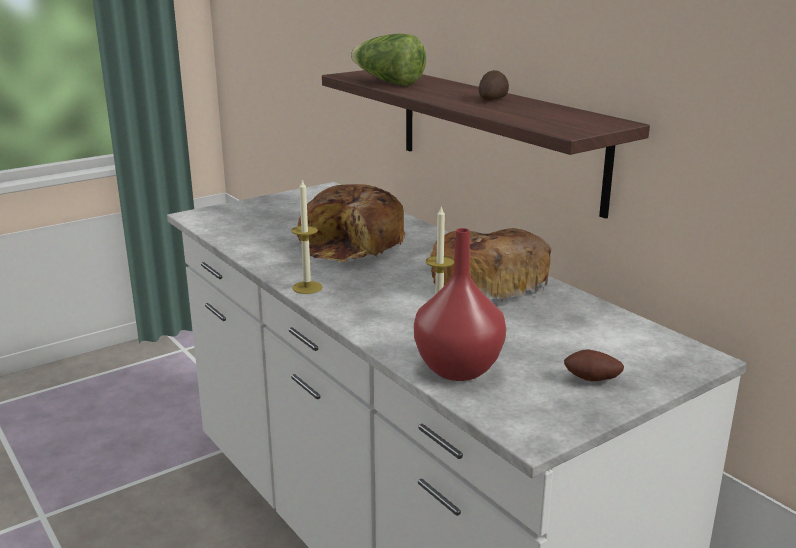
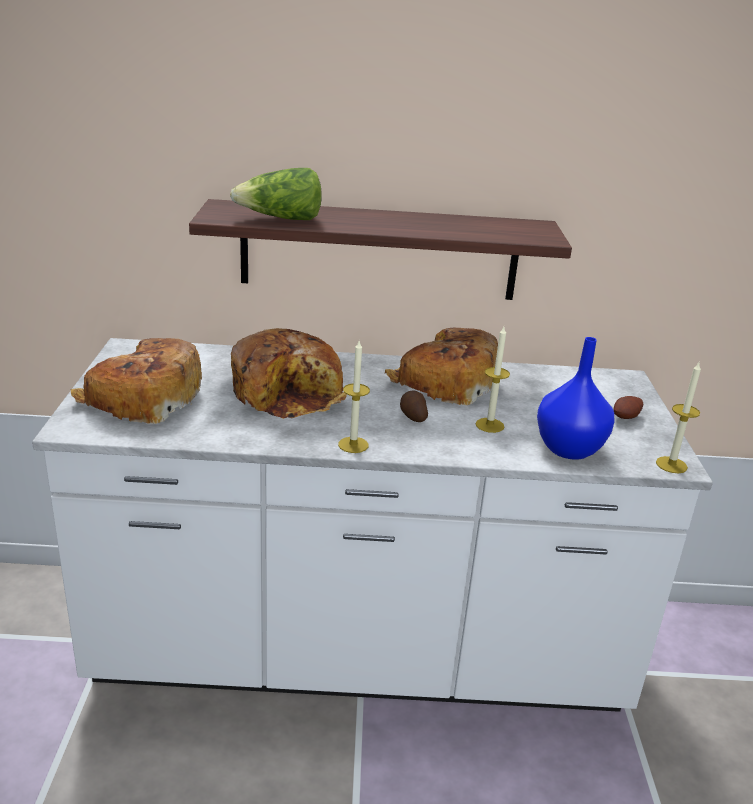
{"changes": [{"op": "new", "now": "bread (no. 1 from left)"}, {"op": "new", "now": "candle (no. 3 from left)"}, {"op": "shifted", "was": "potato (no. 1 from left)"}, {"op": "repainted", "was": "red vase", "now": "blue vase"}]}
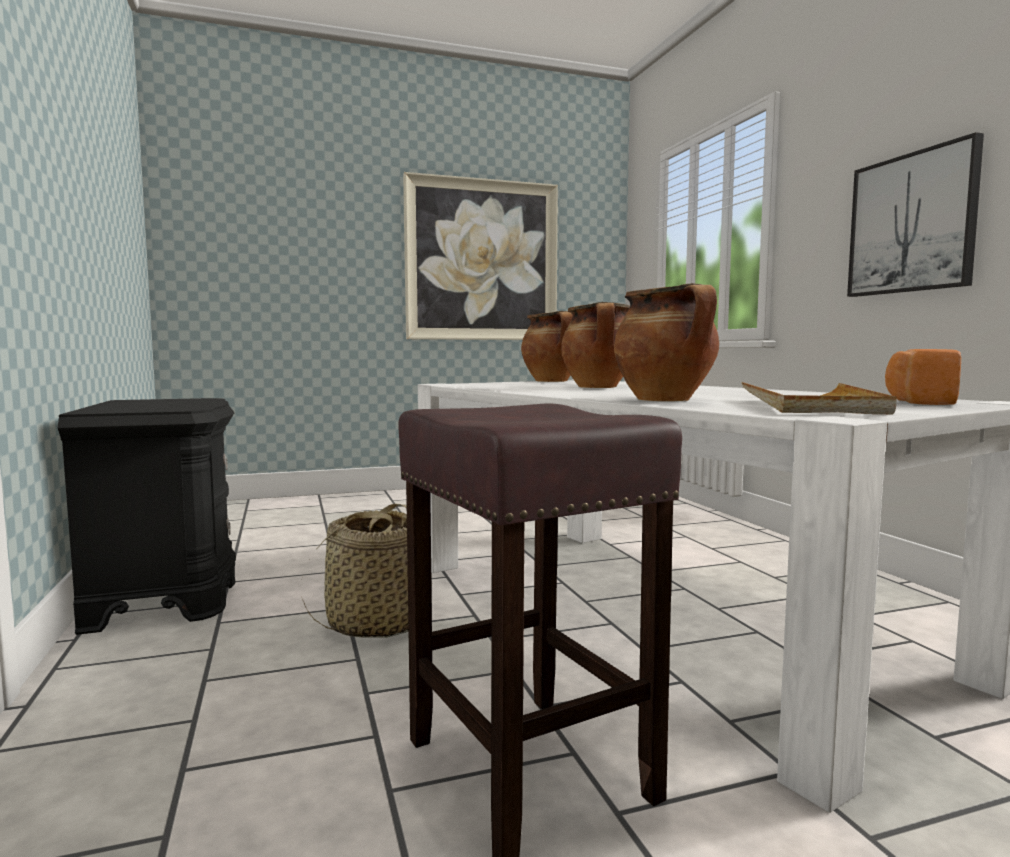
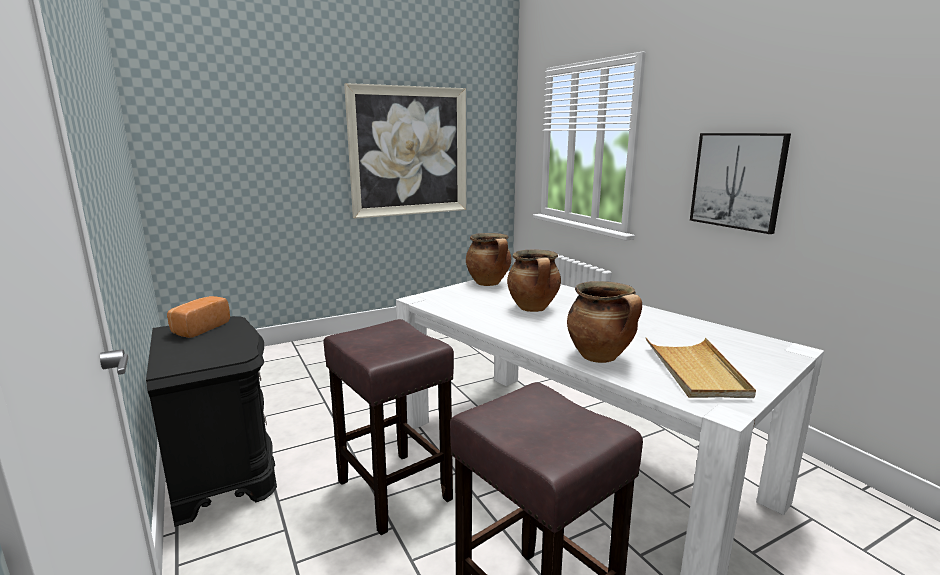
{"changes": [{"op": "shifted", "was": "bread"}, {"op": "swapped", "was": "basket", "now": "brown stool (no. 1 from left)"}]}
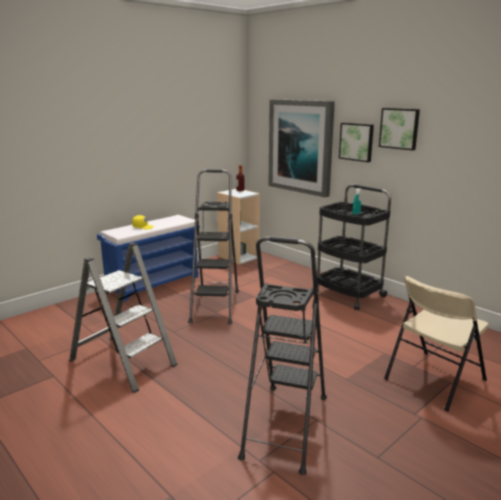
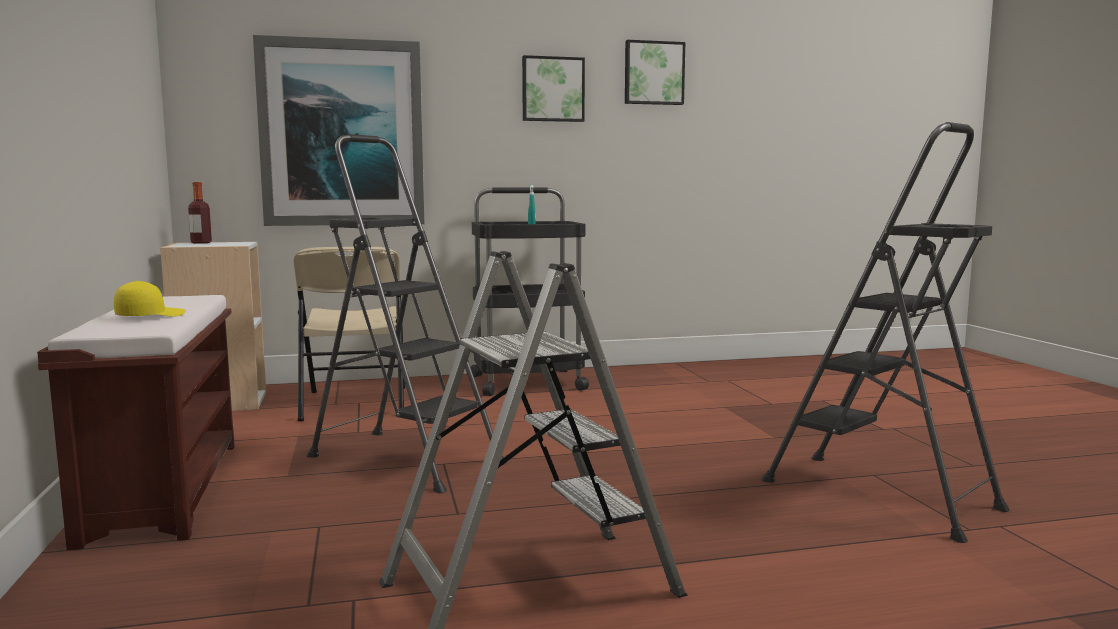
{"changes": [{"op": "shifted", "was": "picture (no. 2 from left in the first image)", "now": "picture (no. 3 from left)"}, {"op": "shifted", "was": "beige chair"}, {"op": "repainted", "was": "blue bench", "now": "brown bench"}]}
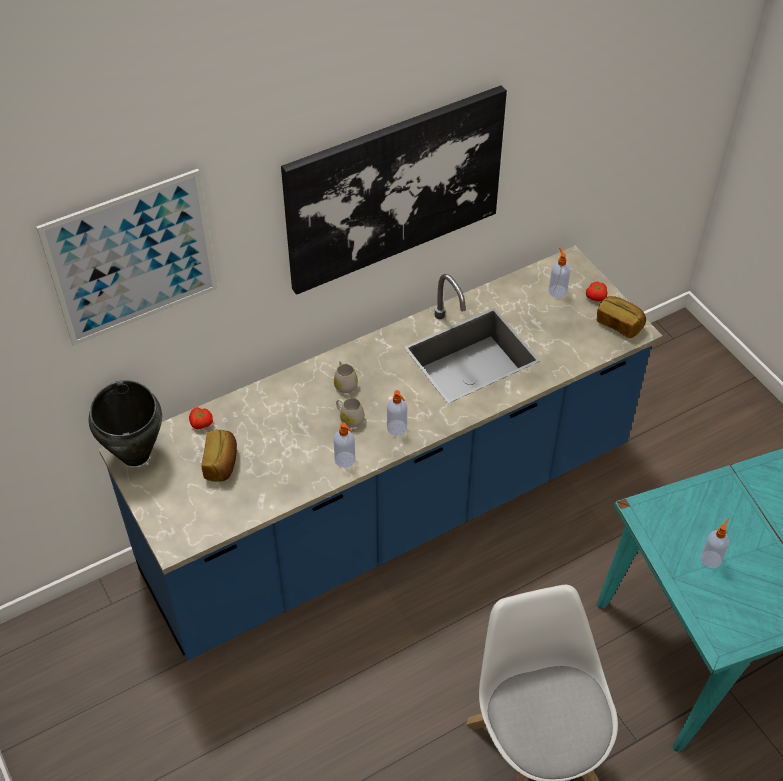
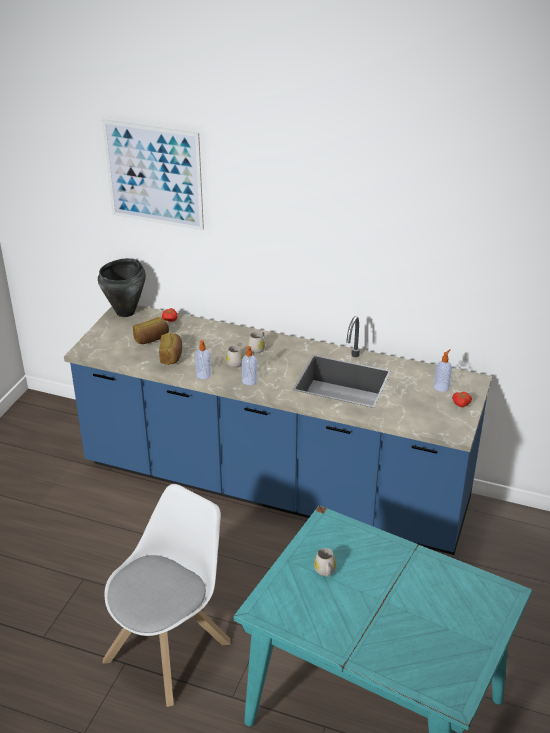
{"changes": [{"op": "gone", "was": "picture (no. 2 from left)"}, {"op": "shifted", "was": "bread (no. 2 from left)"}, {"op": "swapped", "was": "soap dispenser (no. 4 from left)", "now": "white mug (no. 3 from left)"}]}
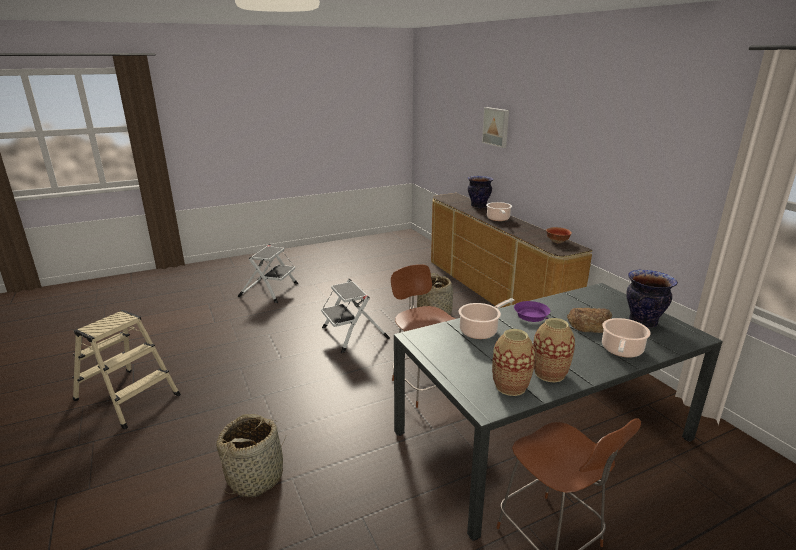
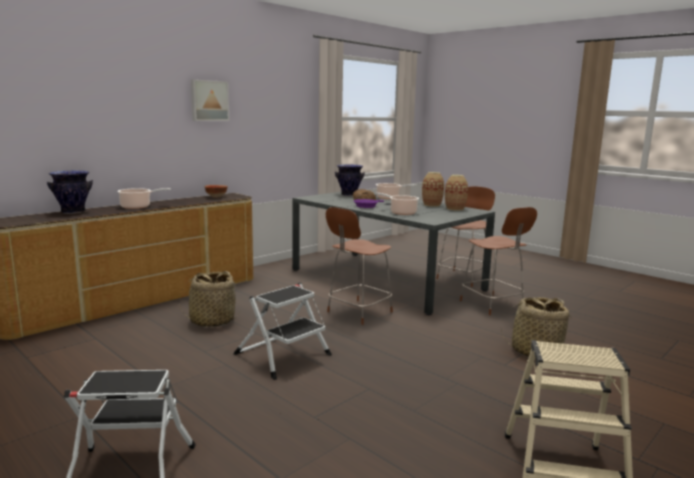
{"changes": [{"op": "new", "now": "brown chair (no. 3 from left)"}, {"op": "shifted", "was": "picture"}]}
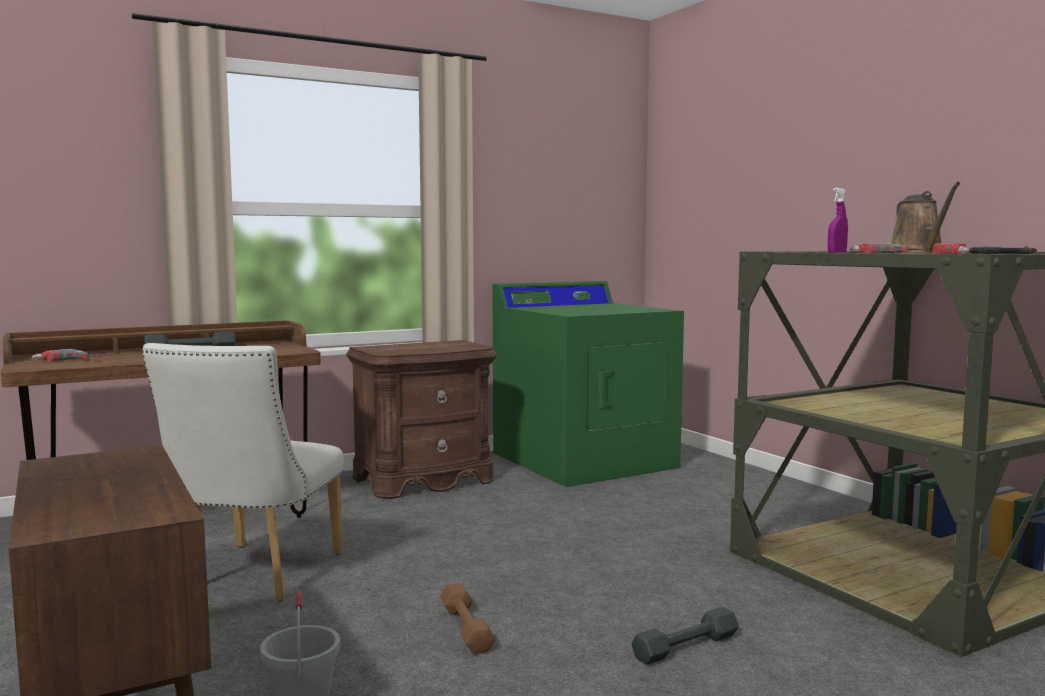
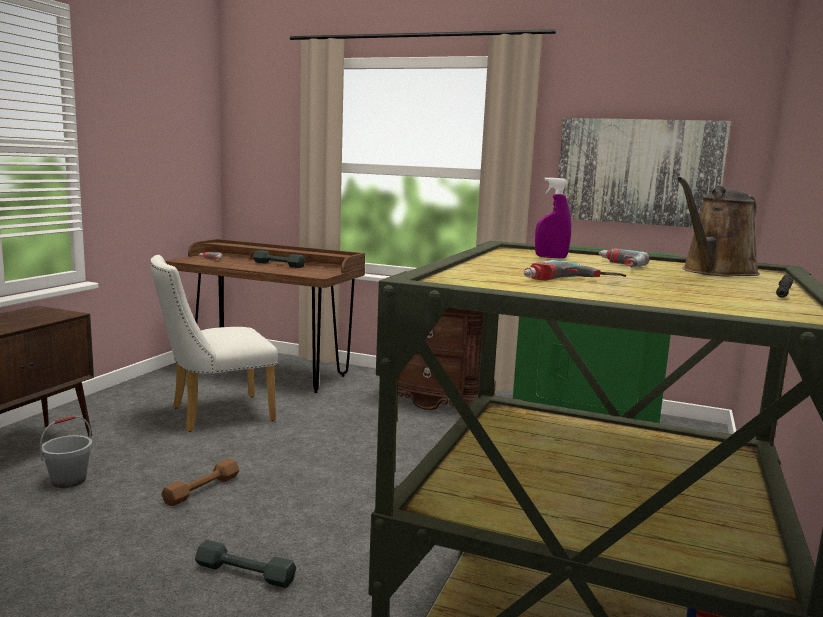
{"changes": [{"op": "new", "now": "picture"}]}
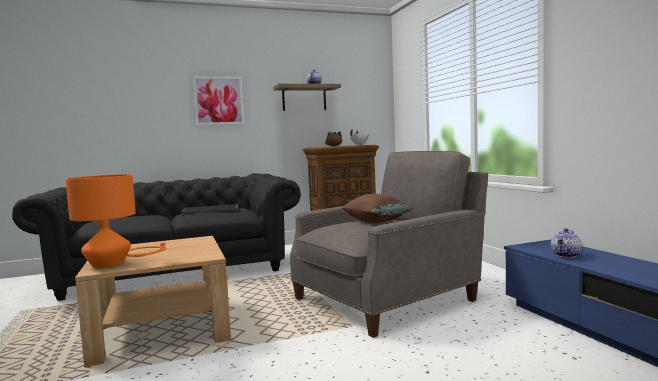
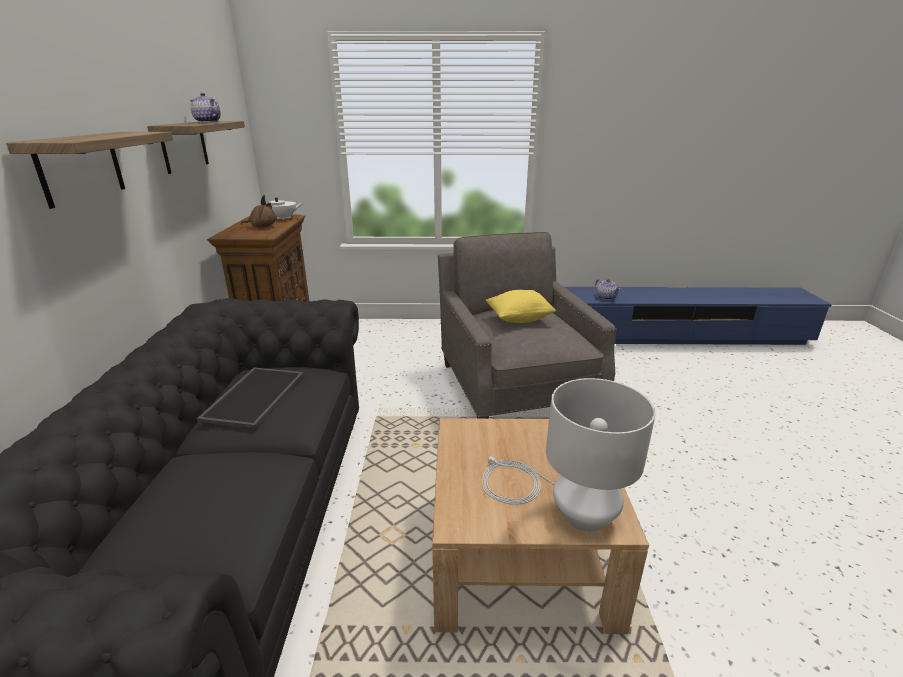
{"changes": [{"op": "swapped", "was": "picture", "now": "shelf (no. 1 from left)"}, {"op": "repainted", "was": "orange table lamp", "now": "white table lamp"}, {"op": "repainted", "was": "brown pillow", "now": "yellow pillow"}]}
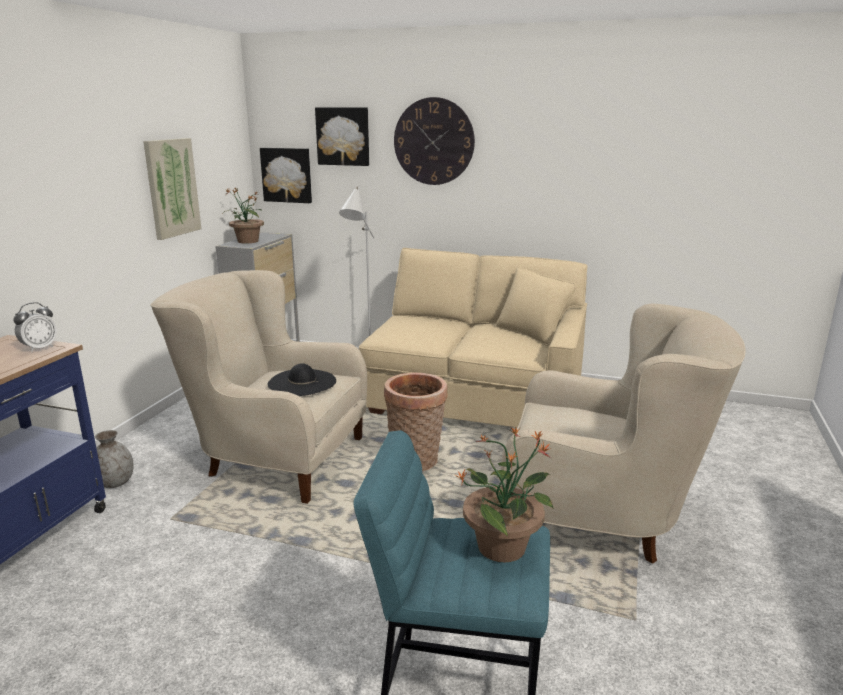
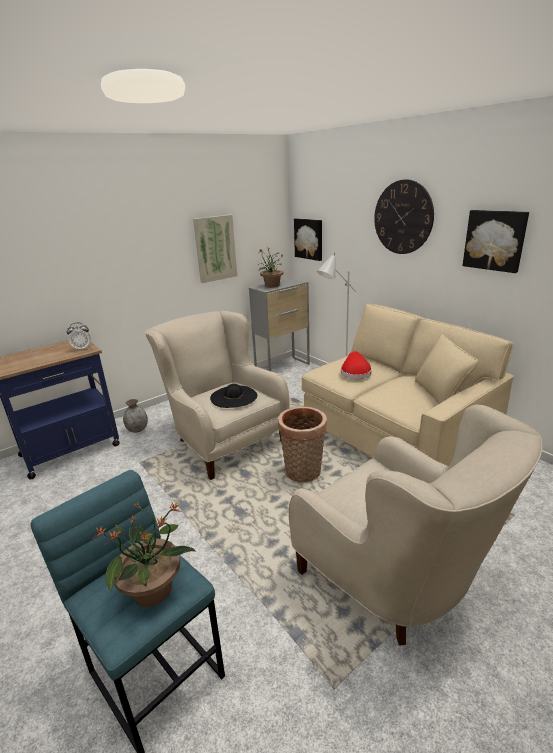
{"changes": [{"op": "new", "now": "red hat"}, {"op": "shifted", "was": "picture (no. 3 from left)"}]}
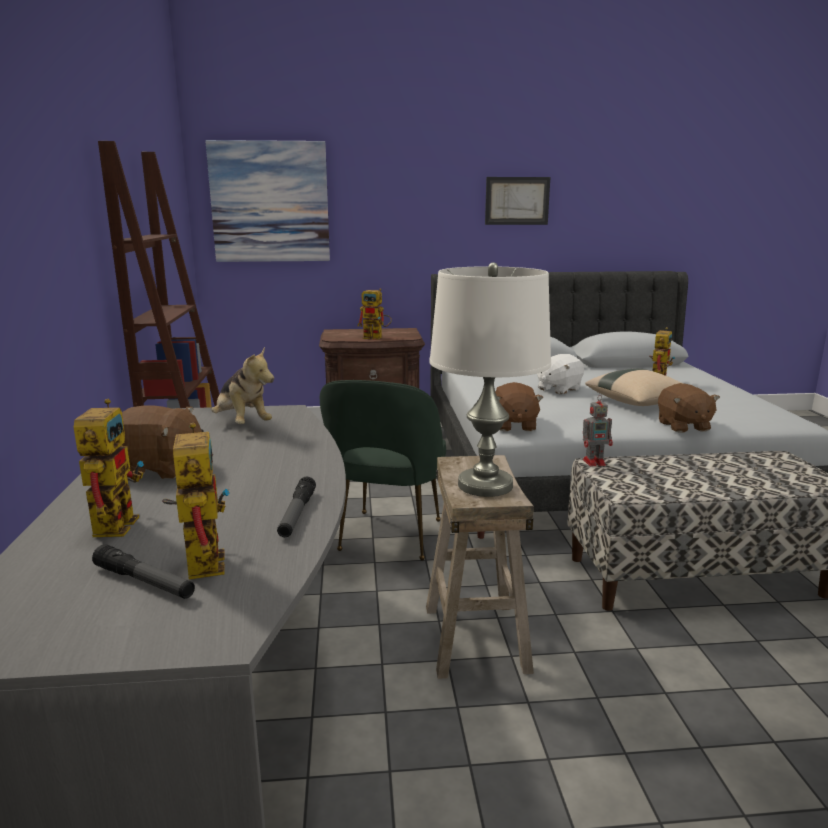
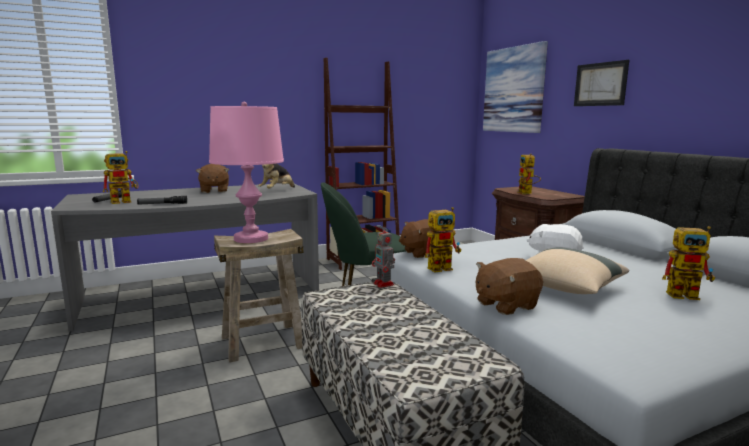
{"changes": [{"op": "shifted", "was": "toy robot (no. 1 from left in the first image)", "now": "toy robot (no. 3 from left)"}, {"op": "shifted", "was": "picture (no. 2 from left)"}, {"op": "repainted", "was": "white table lamp", "now": "pink table lamp"}]}
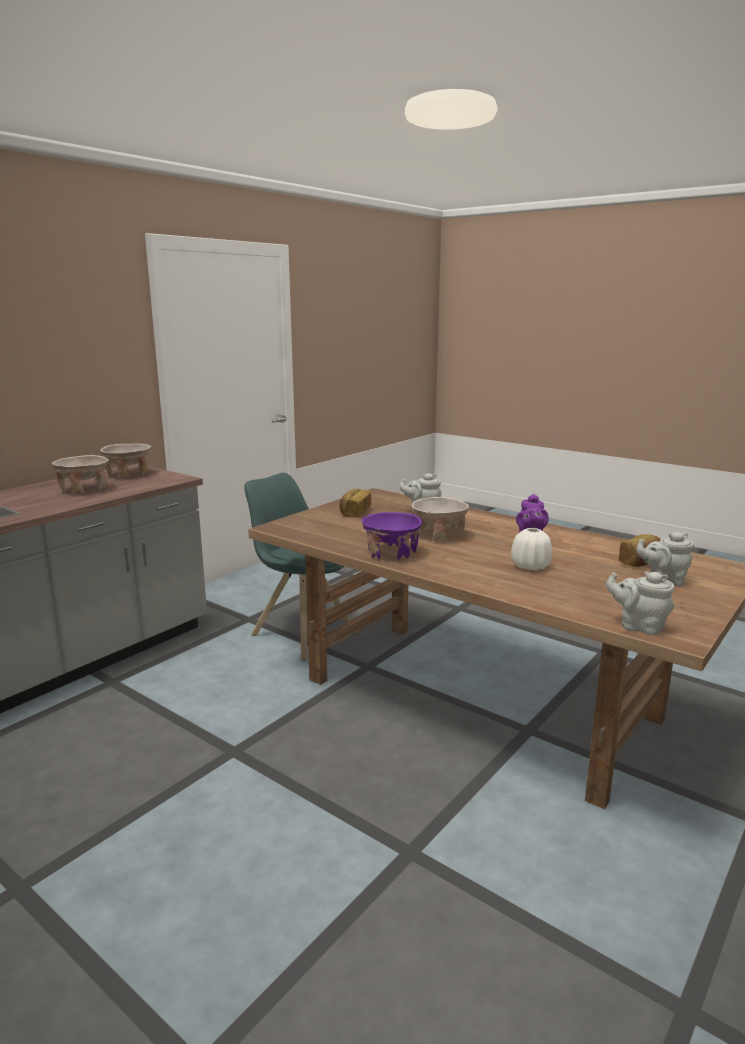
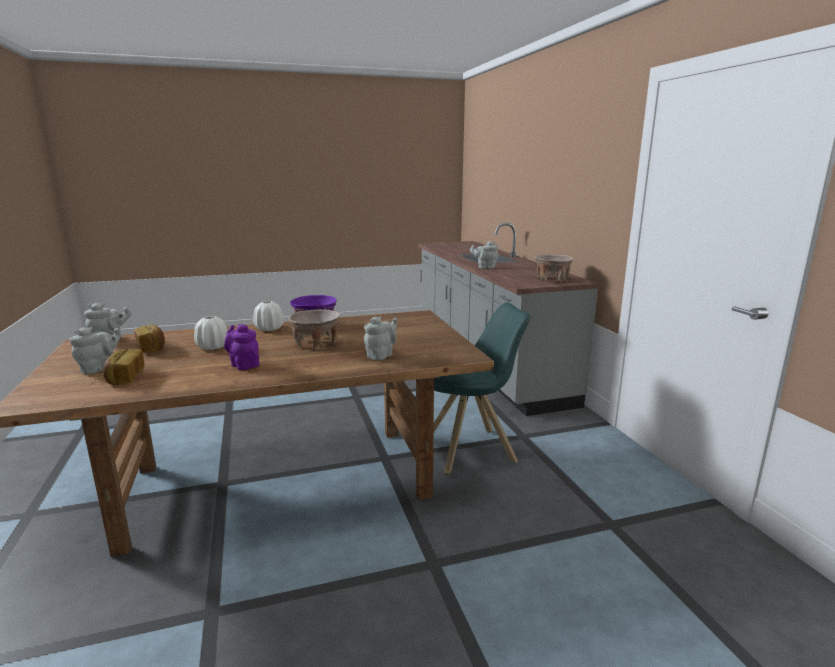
{"changes": [{"op": "gone", "was": "beige bowl (no. 1 from left)"}, {"op": "new", "now": "white vase (no. 2 from left)"}, {"op": "new", "now": "grey teapot (no. 4 from left)"}, {"op": "shifted", "was": "bread (no. 1 from left in the first image)", "now": "bread (no. 2 from left)"}]}
